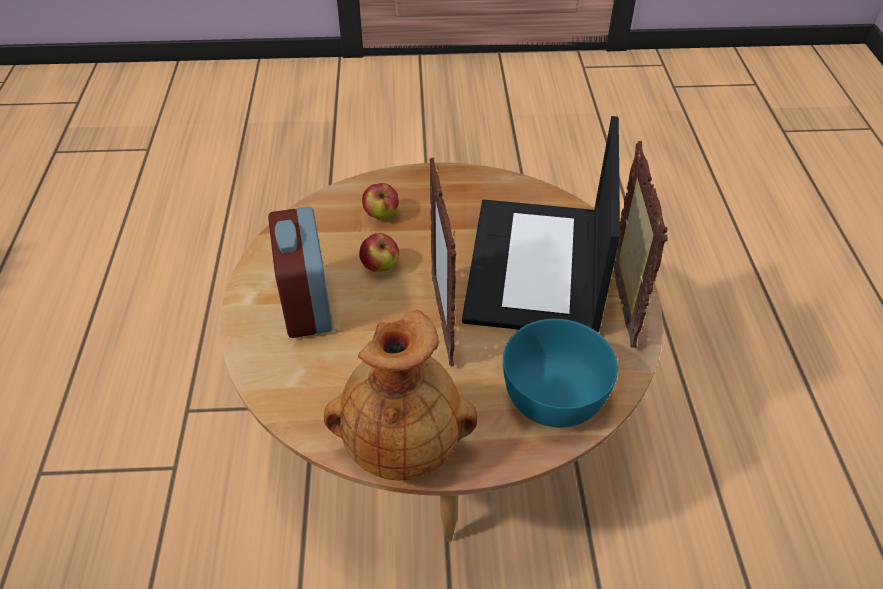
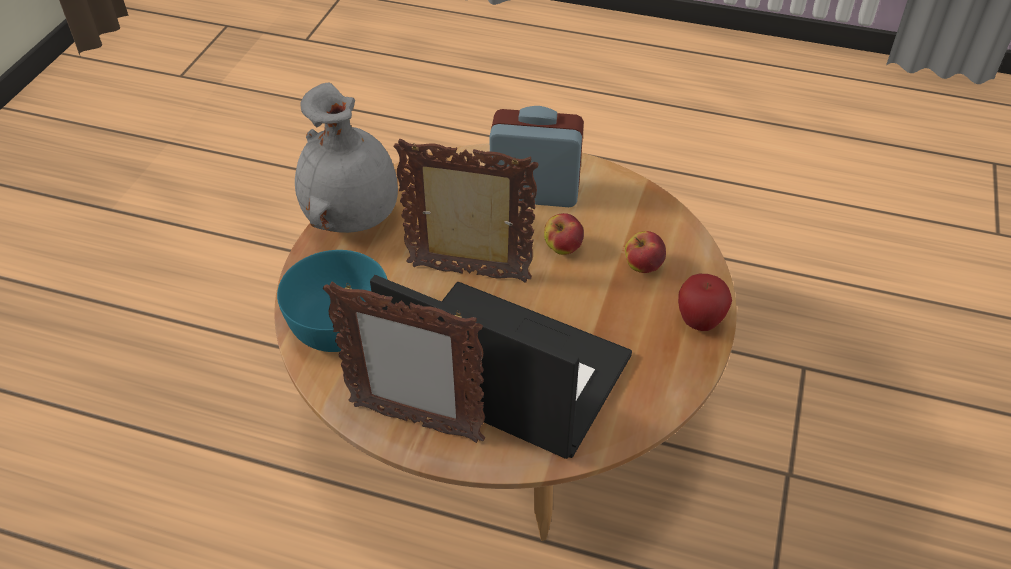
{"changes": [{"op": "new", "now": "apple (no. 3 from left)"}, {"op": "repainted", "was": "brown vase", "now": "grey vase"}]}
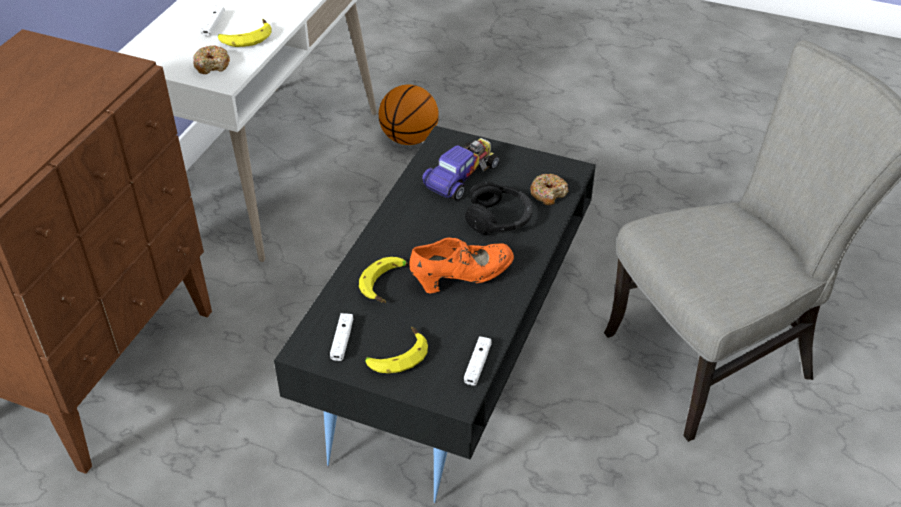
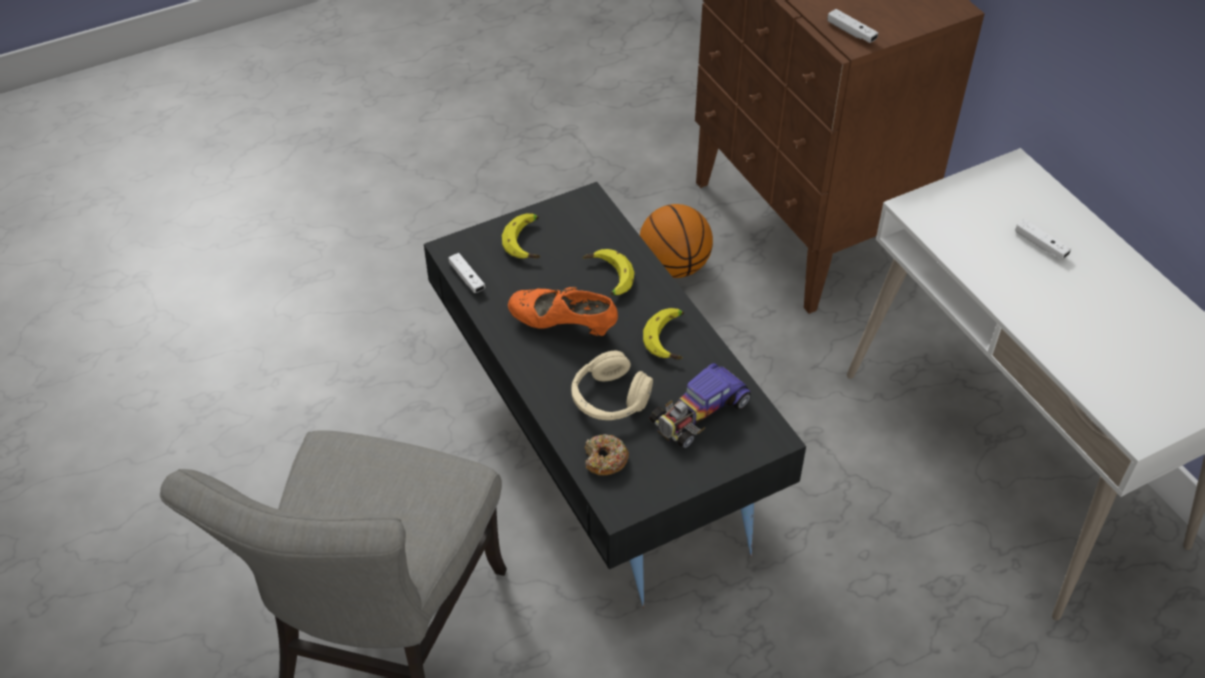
{"changes": [{"op": "gone", "was": "donut (no. 1 from left)"}, {"op": "shifted", "was": "banana (no. 1 from left in the first image)", "now": "banana (no. 3 from left)"}, {"op": "shifted", "was": "white game controller (no. 2 from left)"}, {"op": "shifted", "was": "basketball"}, {"op": "repainted", "was": "black headphones", "now": "beige headphones"}, {"op": "rotated", "was": "orange shoe", "clockwise": 90}, {"op": "rotated", "was": "toy car", "clockwise": 60}]}
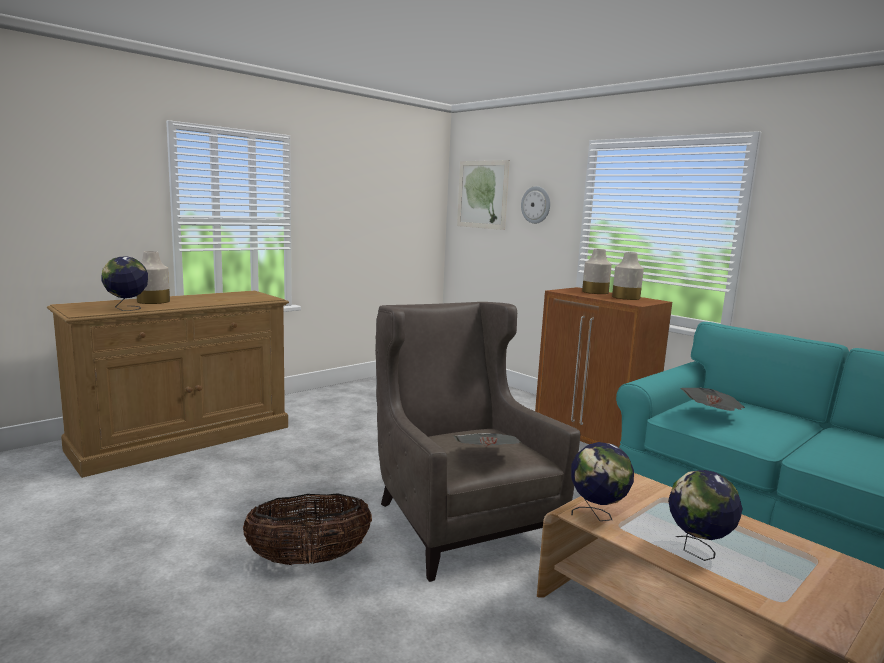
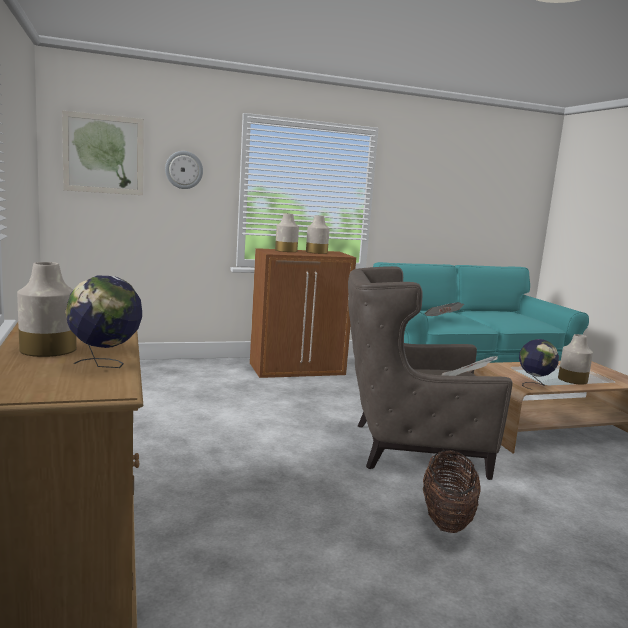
{"changes": [{"op": "swapped", "was": "globe (no. 3 from left)", "now": "beige vase (no. 4 from left)"}]}
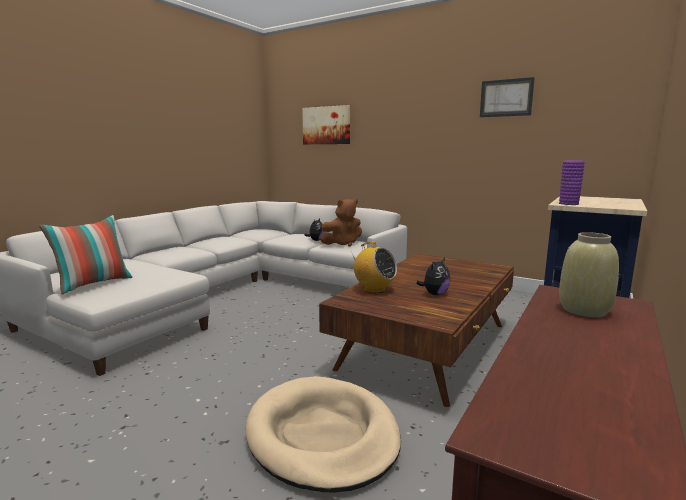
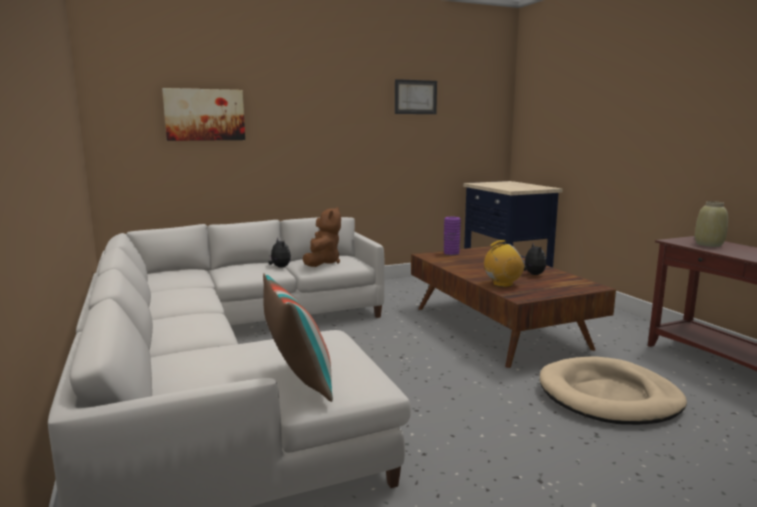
{"changes": [{"op": "shifted", "was": "purple vase"}]}
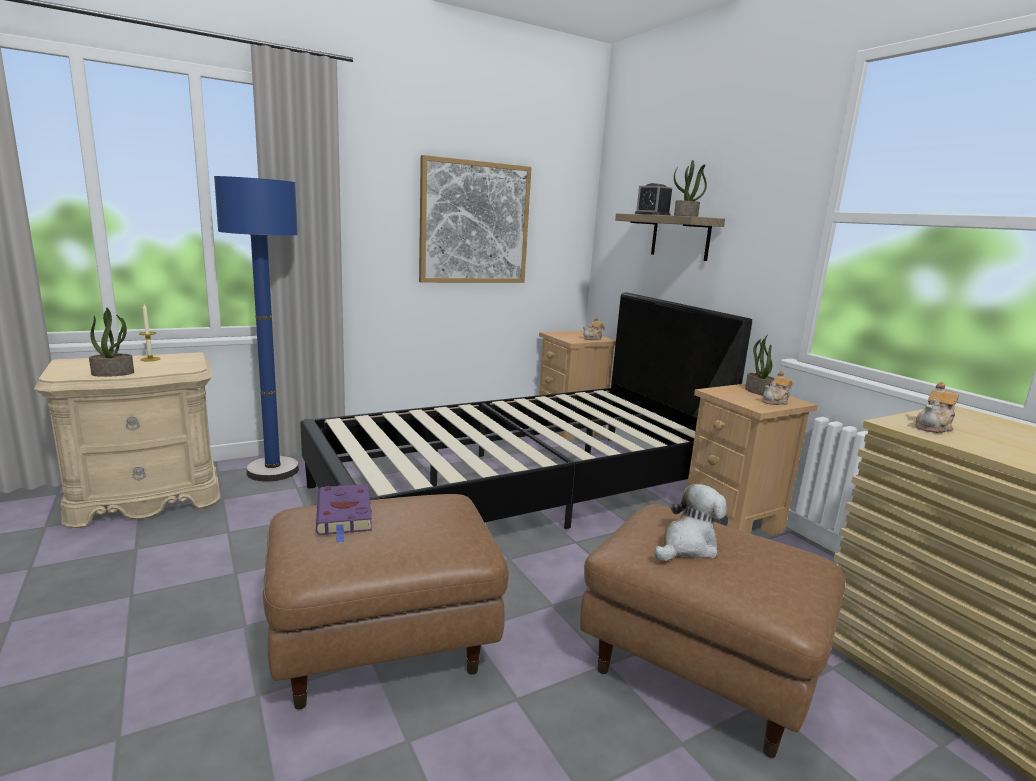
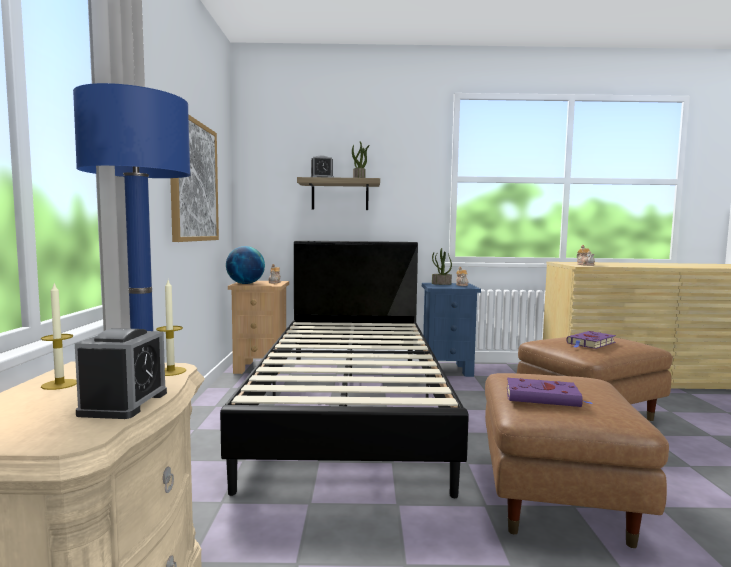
{"changes": [{"op": "new", "now": "candle (no. 2 from left)"}, {"op": "new", "now": "globe"}, {"op": "swapped", "was": "potted plant (no. 1 from left)", "now": "alarm clock (no. 1 from left)"}, {"op": "swapped", "was": "plush toy", "now": "purple book (no. 2 from left)"}, {"op": "repainted", "was": "beige nightstand (no. 3 from left)", "now": "blue nightstand"}]}
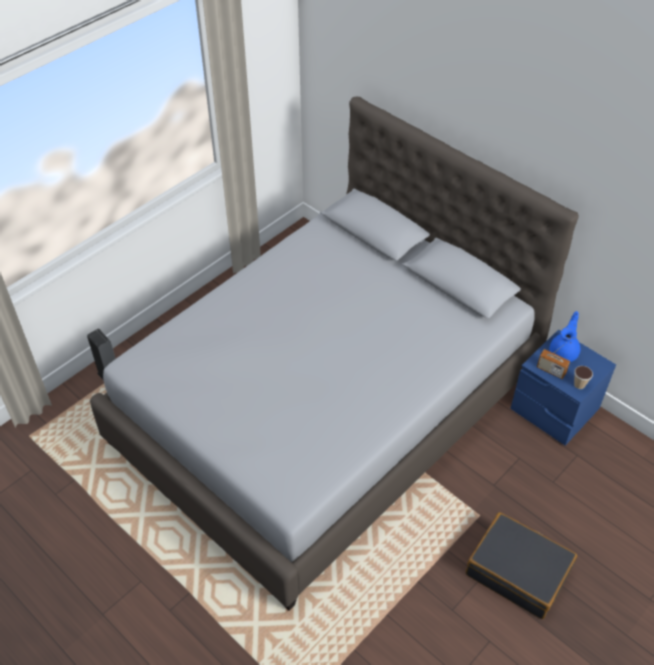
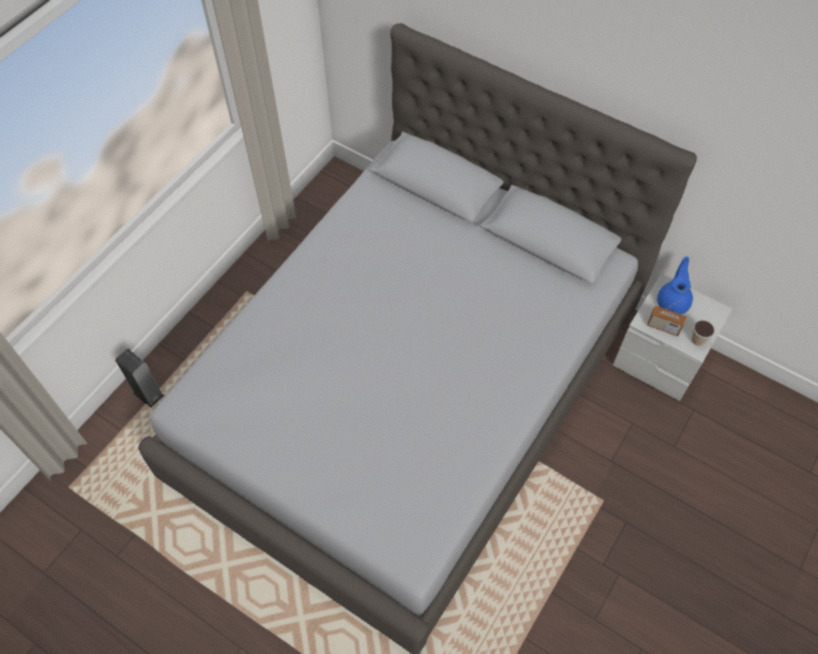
{"changes": [{"op": "gone", "was": "black suitcase"}, {"op": "repainted", "was": "blue nightstand", "now": "white nightstand"}]}
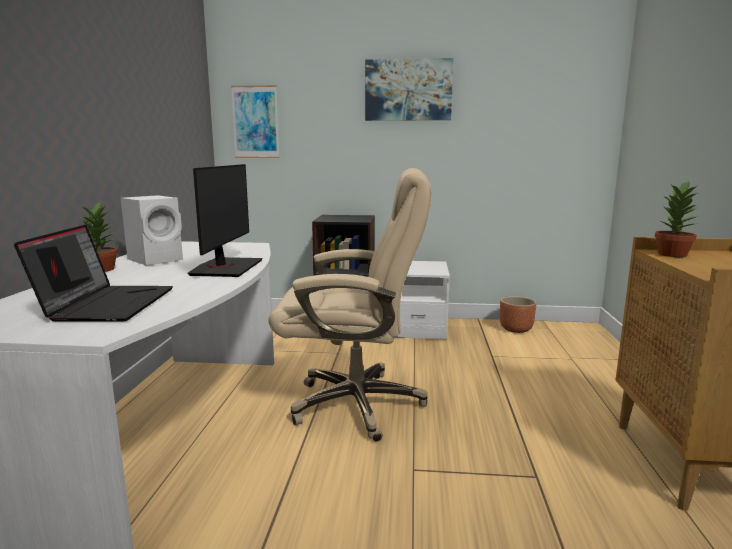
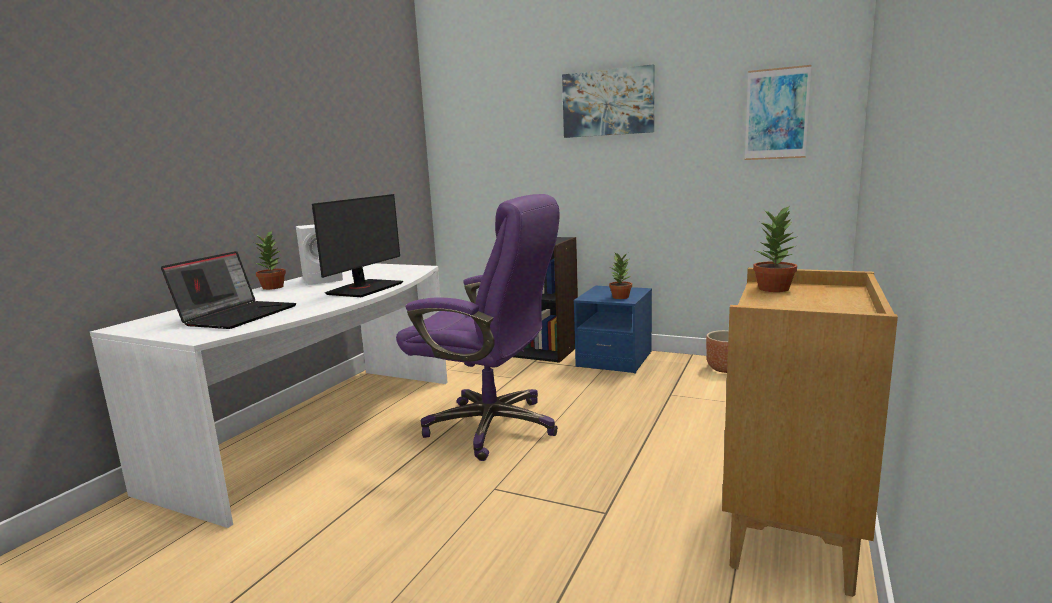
{"changes": [{"op": "new", "now": "potted plant (no. 2 from left)"}, {"op": "shifted", "was": "picture (no. 1 from left in the first image)", "now": "picture (no. 2 from left)"}, {"op": "repainted", "was": "beige office chair", "now": "purple office chair"}, {"op": "repainted", "was": "white nightstand", "now": "blue nightstand"}]}
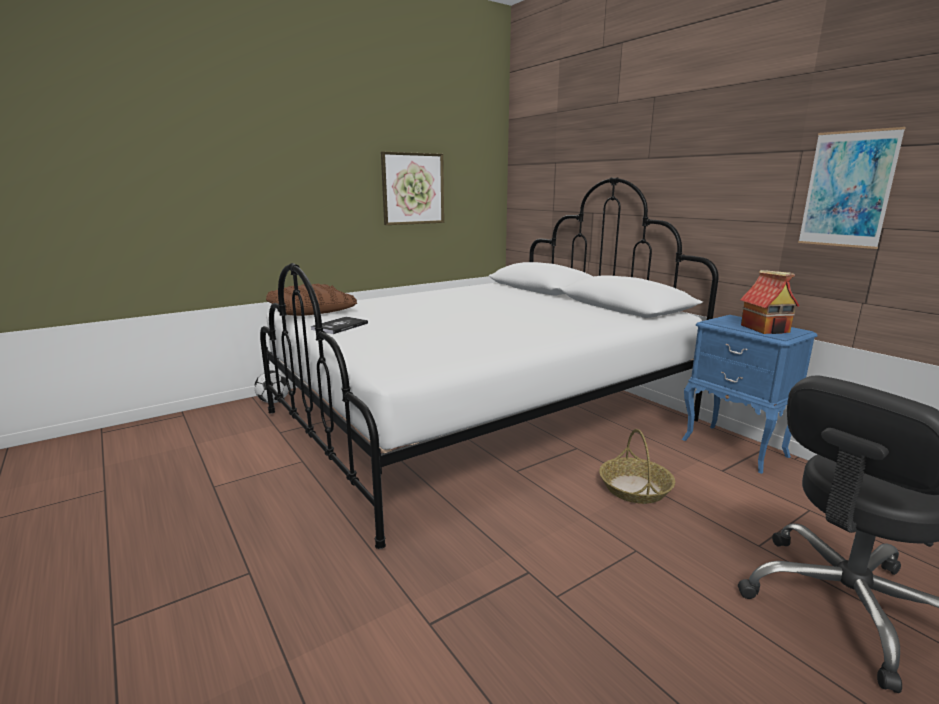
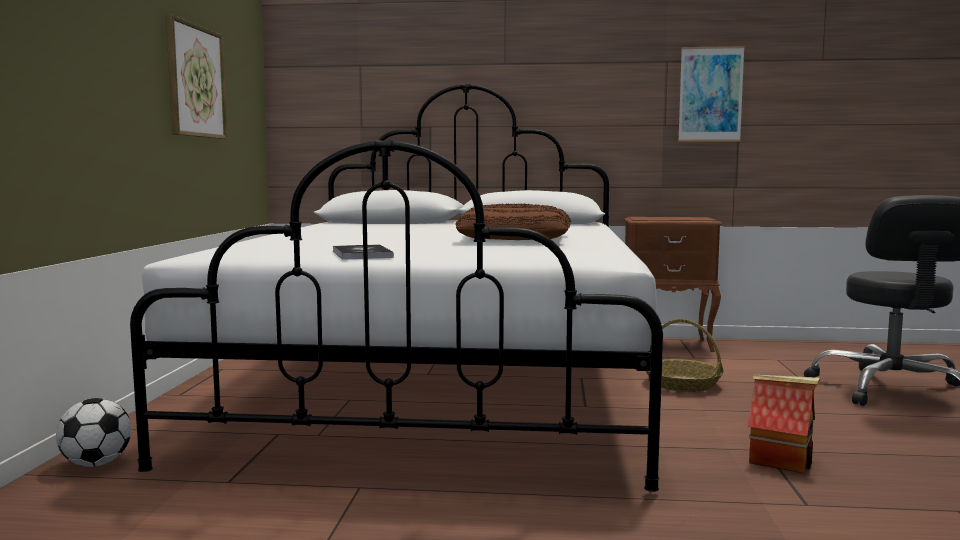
{"changes": [{"op": "shifted", "was": "brown pillow"}, {"op": "shifted", "was": "toy house"}, {"op": "repainted", "was": "blue nightstand", "now": "brown nightstand"}]}
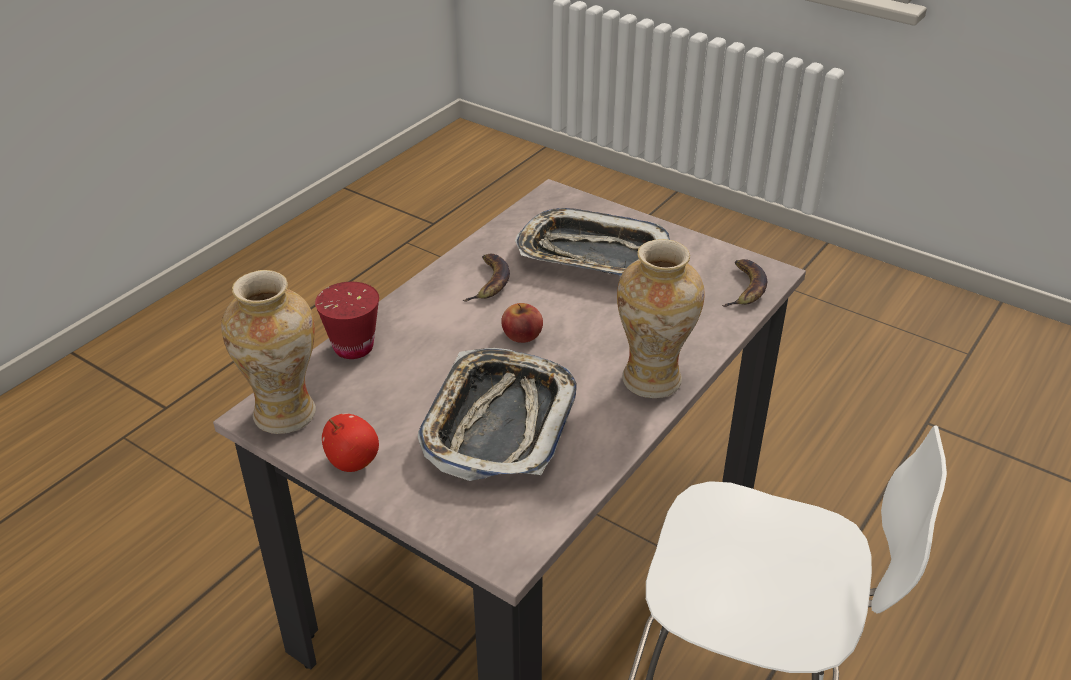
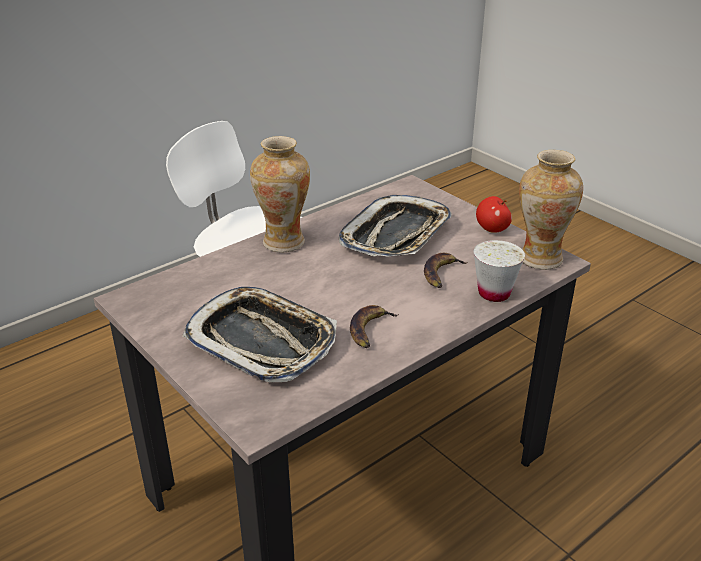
{"changes": [{"op": "gone", "was": "apple (no. 2 from left)"}, {"op": "shifted", "was": "banana (no. 2 from left)"}, {"op": "repainted", "was": "red cup", "now": "white cup"}]}
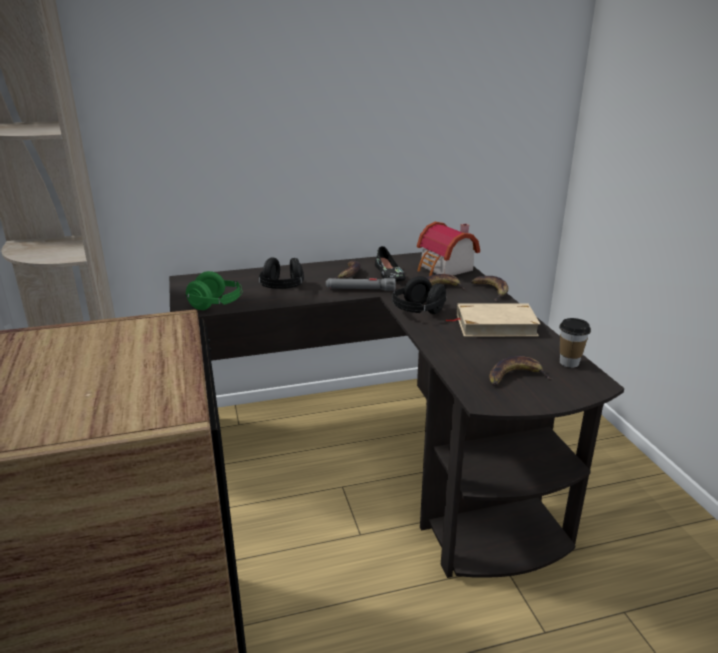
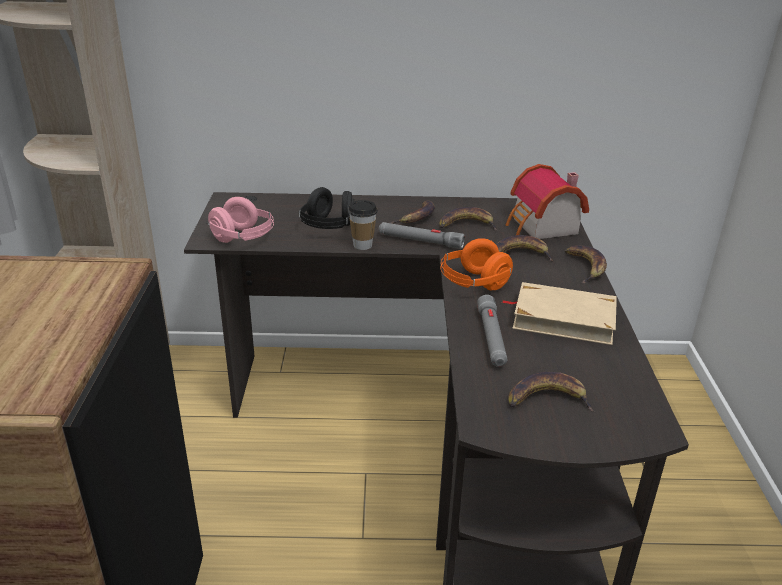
{"changes": [{"op": "new", "now": "grey flashlight (no. 2 from left)"}, {"op": "shifted", "was": "cup"}, {"op": "swapped", "was": "black shoe", "now": "banana (no. 2 from left)"}, {"op": "repainted", "was": "green headphones", "now": "pink headphones"}, {"op": "repainted", "was": "black headphones (no. 2 from left)", "now": "orange headphones"}]}
